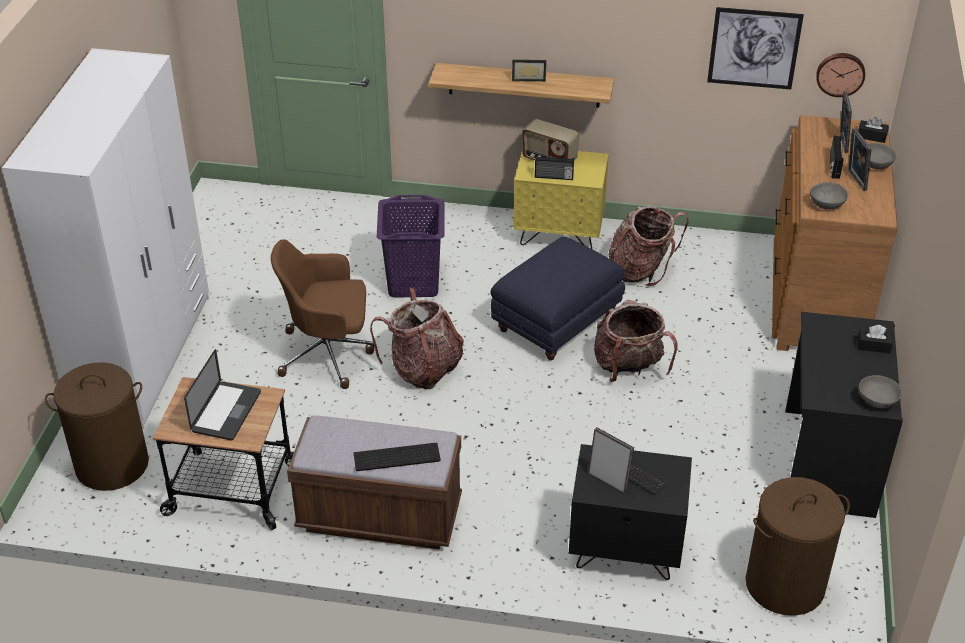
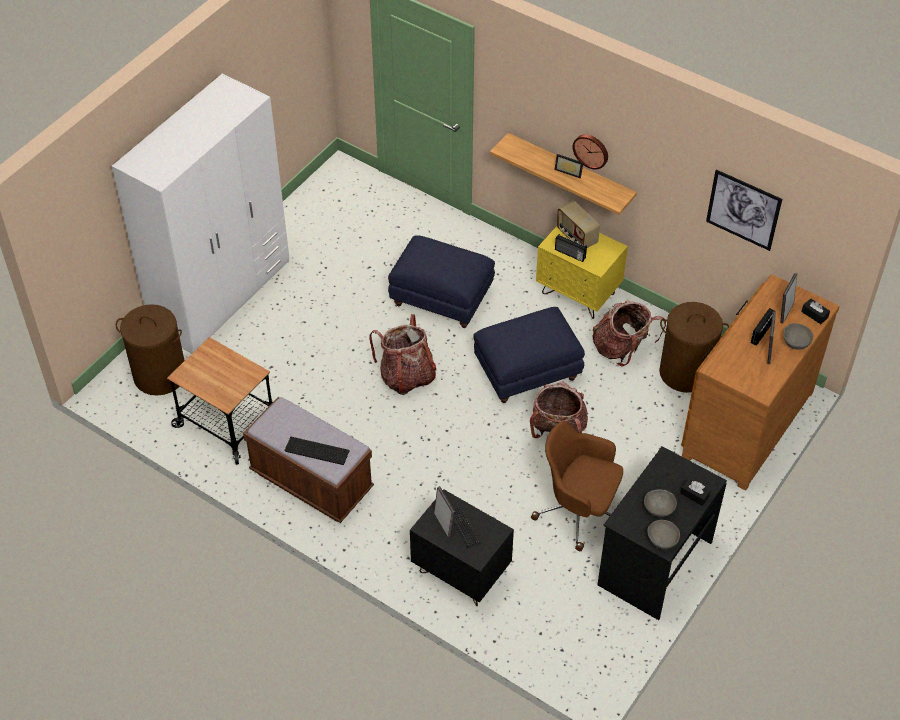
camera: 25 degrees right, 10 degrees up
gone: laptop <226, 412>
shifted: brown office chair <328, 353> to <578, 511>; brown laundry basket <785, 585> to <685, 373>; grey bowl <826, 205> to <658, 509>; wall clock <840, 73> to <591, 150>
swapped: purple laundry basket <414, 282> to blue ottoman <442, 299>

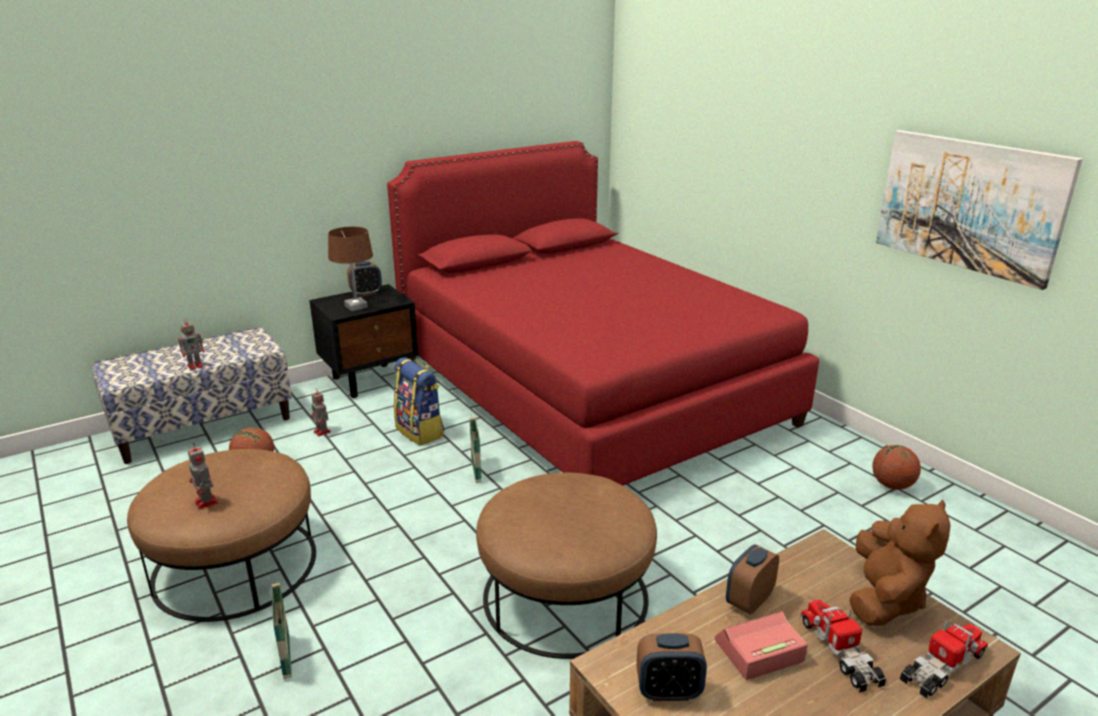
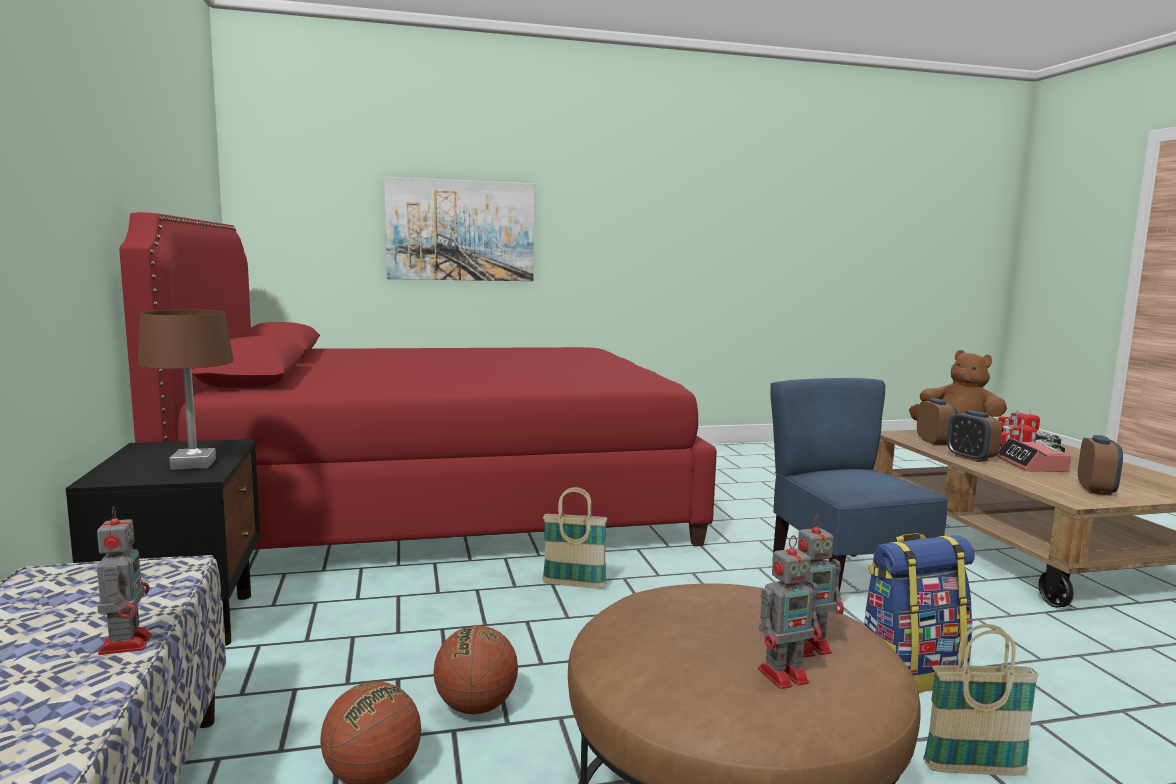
camera: 70 degrees left, 15 degrees down
shifted: toy robot <322, 432> to <785, 675>; alarm clock <366, 293> to <934, 442>; backpack <420, 432> to <910, 673>; basketball <892, 485> to <476, 707>; picture <969, 205> to <460, 230>
swapped: brown ottoman <566, 596> to blue chair <845, 580>

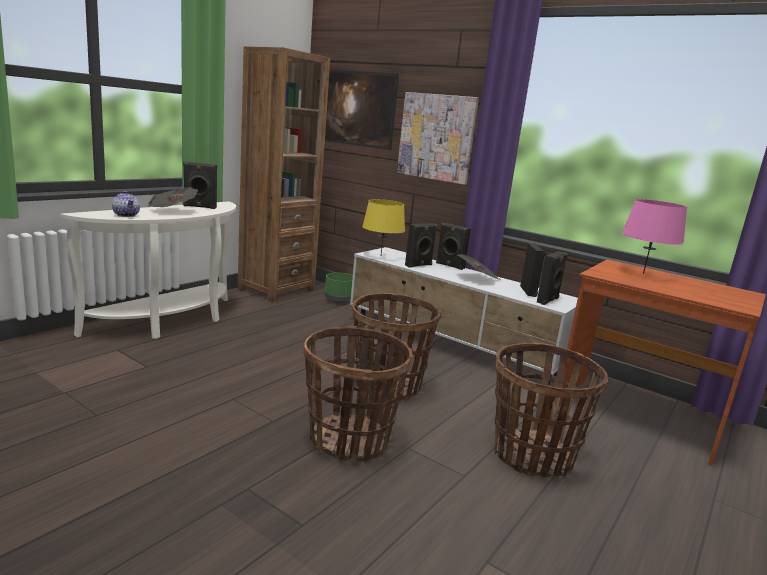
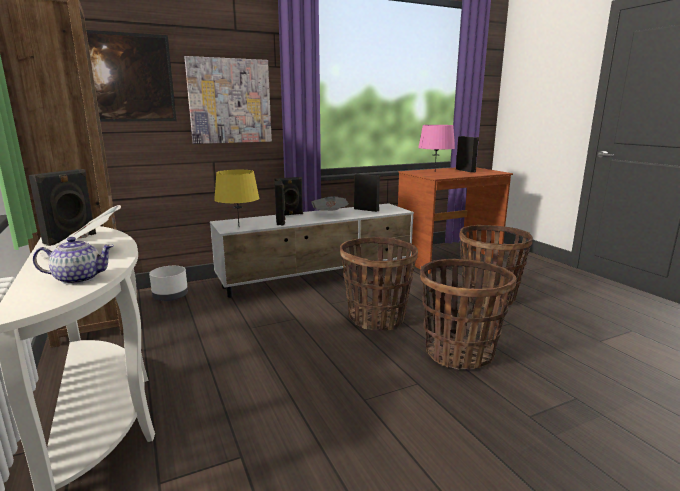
camera: 60 degrees left, 0 degrees up
shifted: black speaker <548, 301> to <466, 170>
repainted: green planter <339, 299> to white planter <170, 296>

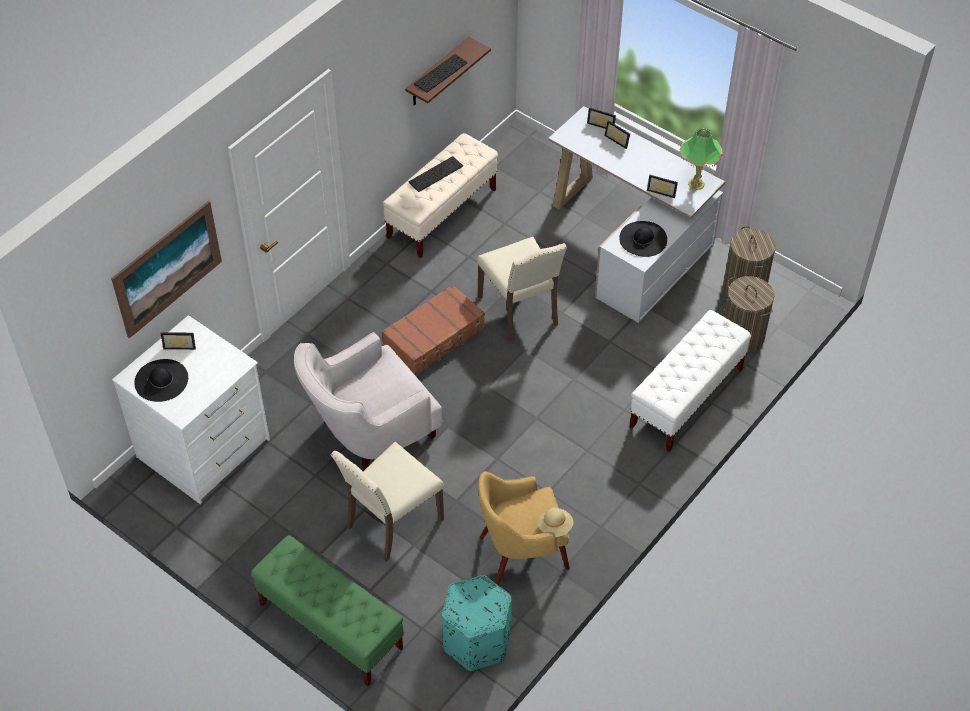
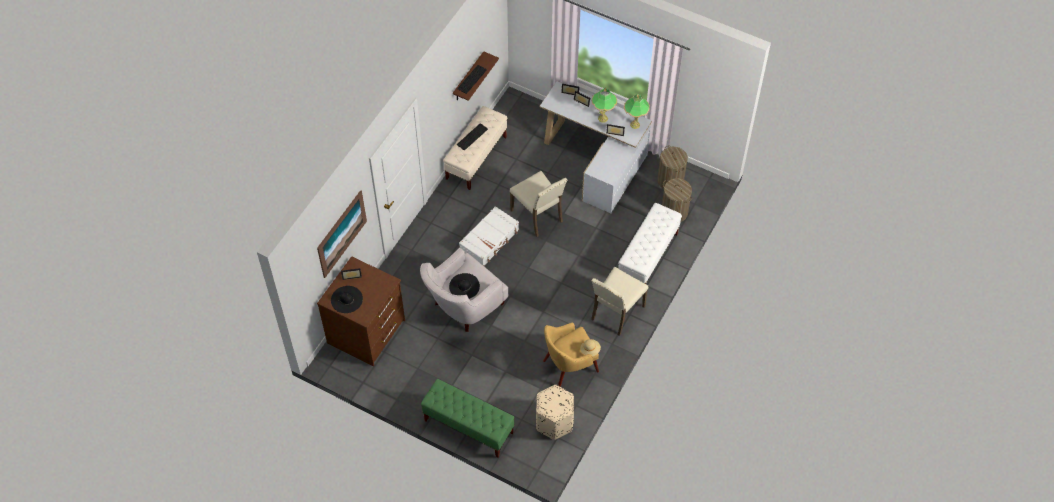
camera: 10 degrees left, 5 degrees up
new: table lamp <603, 118>
shifted: beige chair <391, 523> to <616, 313>; black hat <643, 239> to <464, 286>
repainted: white dresser <204, 449> to brown dresser <367, 332>; brown suitcase <434, 337> to white suitcase <490, 240>; turquoise ottoman <476, 641> to beige ottoman <554, 422>

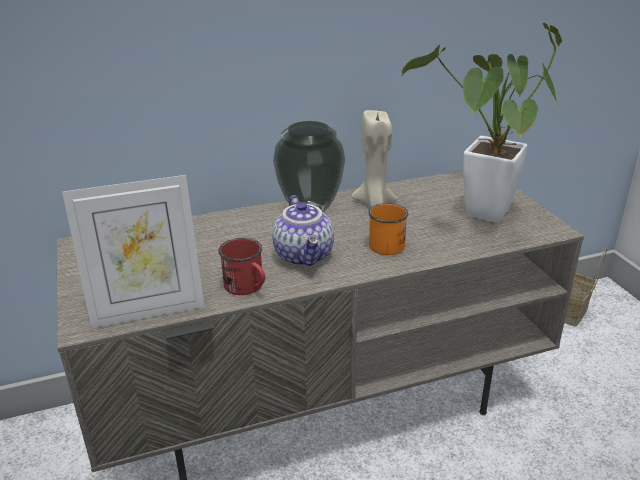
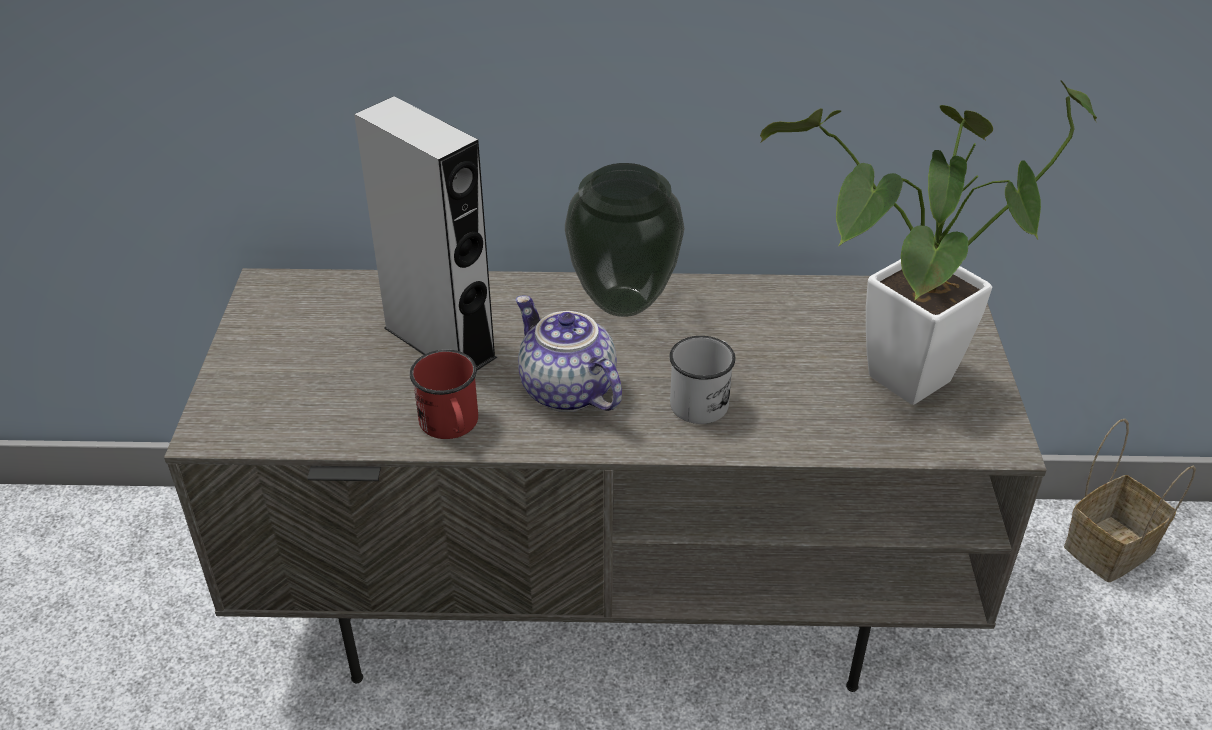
camera: 20 degrees right, 10 degrees up
gone: picture frame <148, 310>; beige candle <374, 203>
new: grey speaker <439, 342>
repainted: orange mug <387, 243> to white mug <704, 399>
rotated: teapot <305, 256> = <565, 391> 135 degrees clockwise

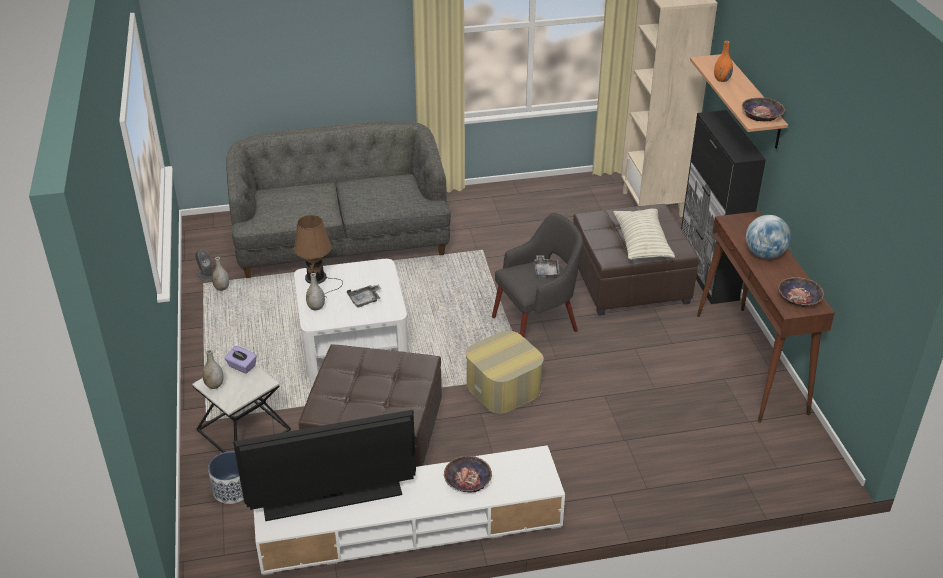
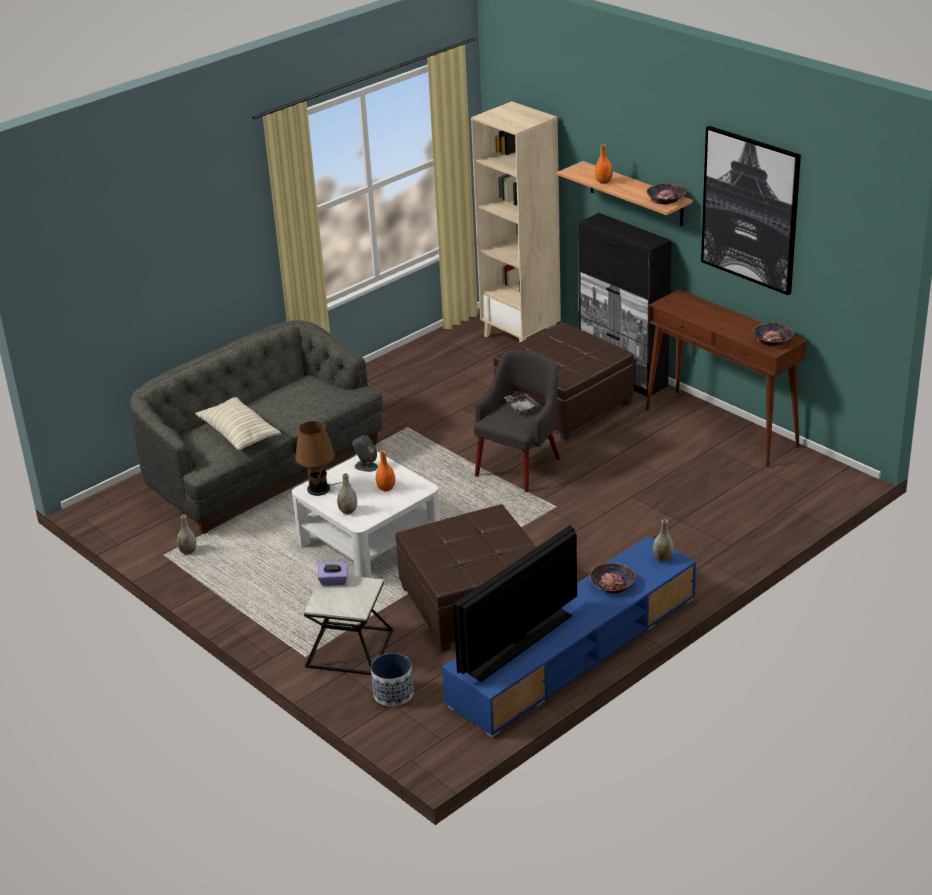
camera: 30 degrees left, 5 degrees down
gone: ottoman <504, 387>; globe <764, 254>
new: picture <750, 209>
shifted: grey speaker <206, 275> to <365, 466>; grey vase <214, 385> to <662, 558>; pillow <642, 243> to <239, 434>
swapped: grey tray <365, 300> to orange vase <386, 488>
repainted: white tv stand <409, 525> to blue tv stand <573, 650>

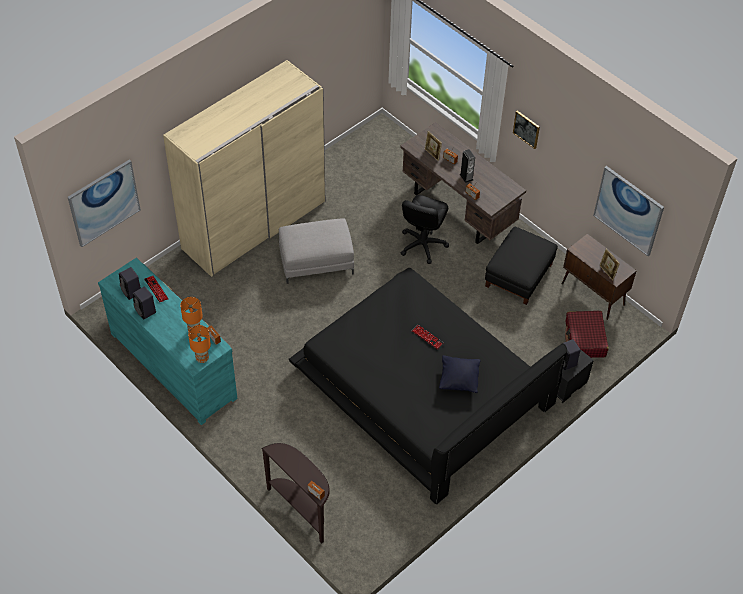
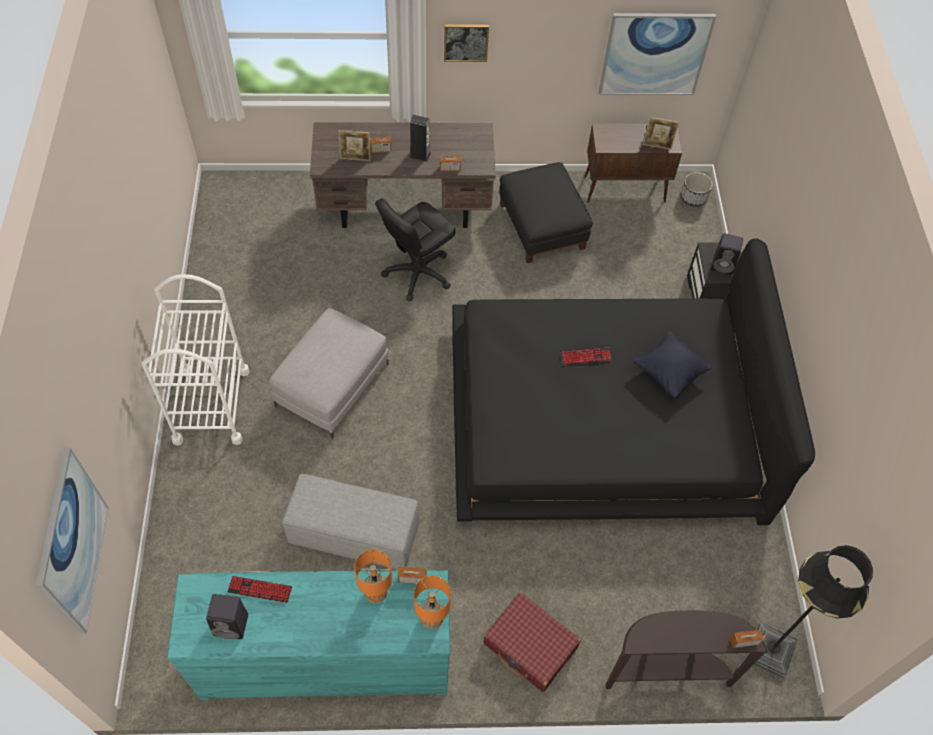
camera: 50 degrees left, 5 degrees up
gone: black speaker <146, 311>
new: grey ottoman <355, 534>; planter <693, 197>; black floor lamp <770, 651>
shifted: red suitcase <585, 339> to <530, 646>
swapped: beige wardrobe <254, 224> to white cart <211, 405>
rotated: black office chair <422, 245> = <417, 273> 75 degrees clockwise

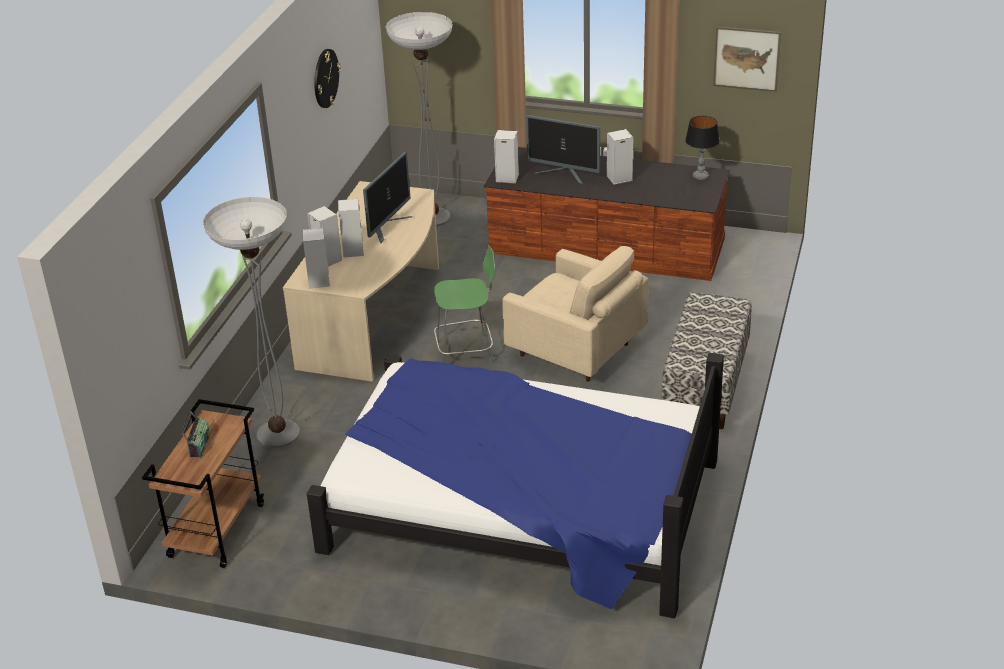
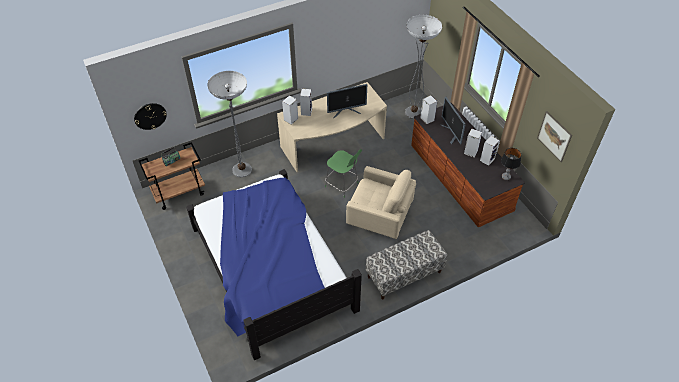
camera: 45 degrees right, 15 degrees up
shifted: wall clock <325, 78> to <150, 116>; speaker <352, 250> to <487, 159>
rotated: beige armchair <576, 351> = <380, 217> 60 degrees counterclockwise

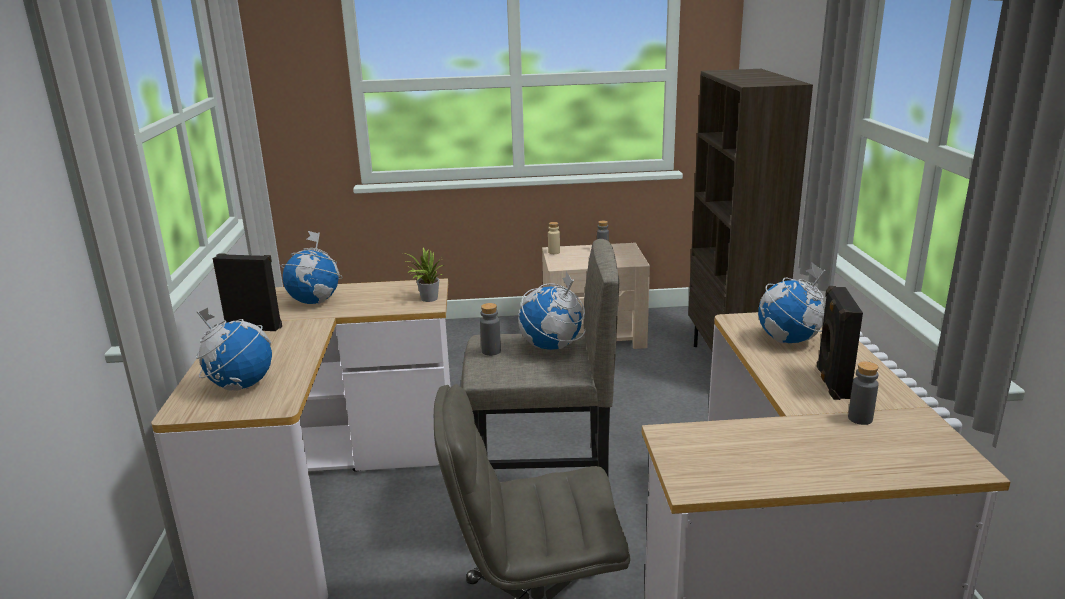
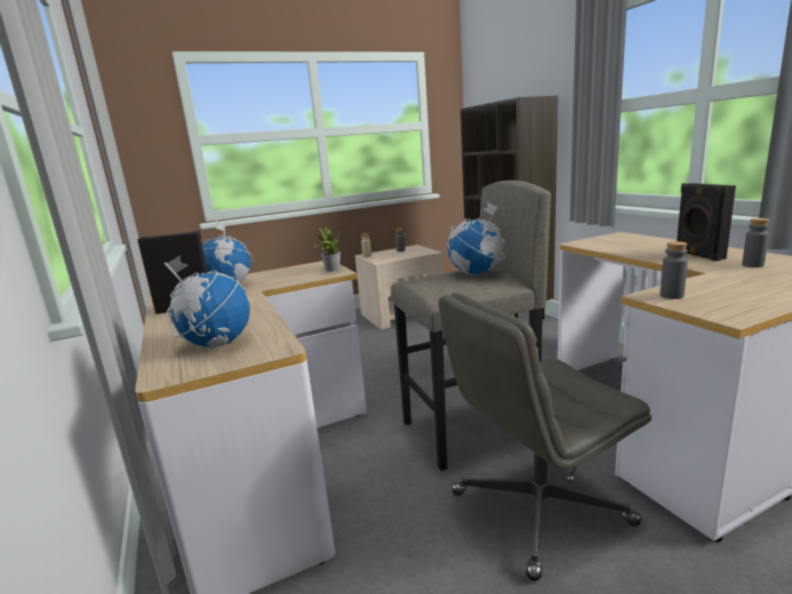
camera: 20 degrees left, 5 degrees down
gone: globe <789, 340>
shifted: grey bottle <491, 351> to <671, 296>

